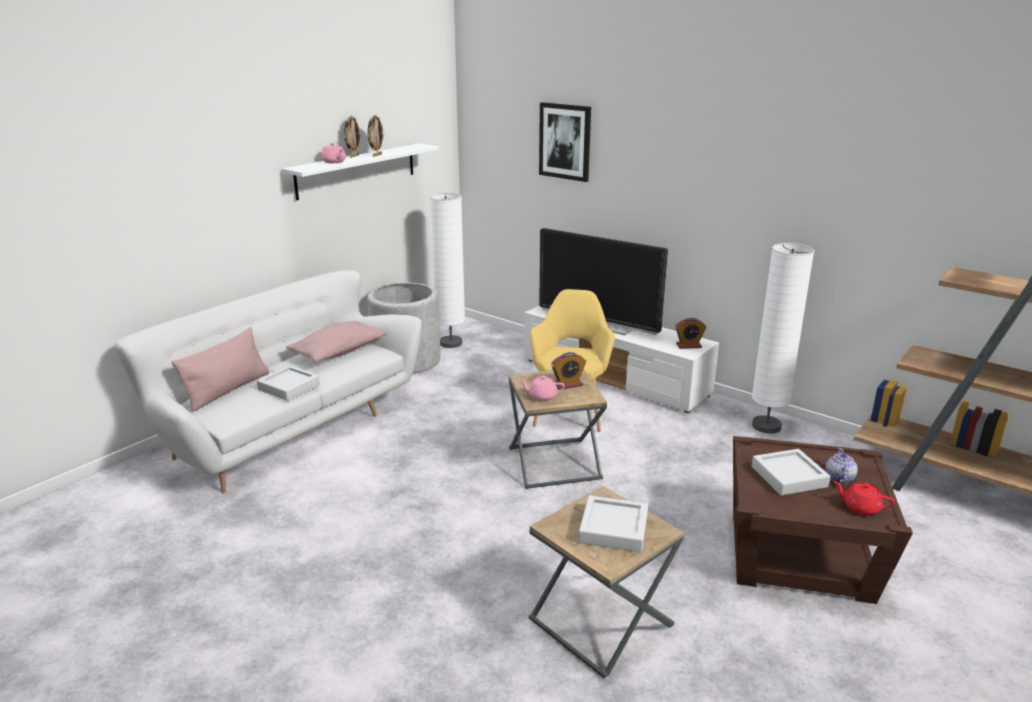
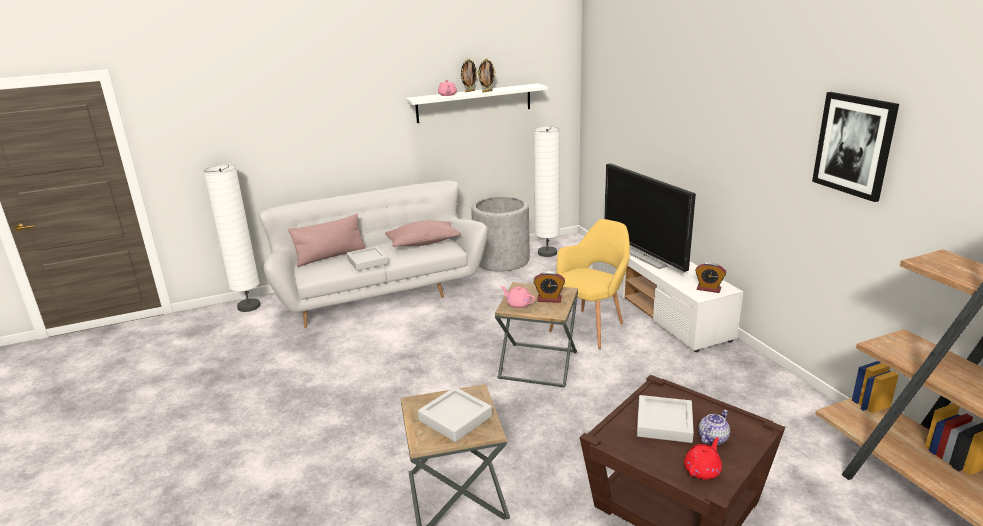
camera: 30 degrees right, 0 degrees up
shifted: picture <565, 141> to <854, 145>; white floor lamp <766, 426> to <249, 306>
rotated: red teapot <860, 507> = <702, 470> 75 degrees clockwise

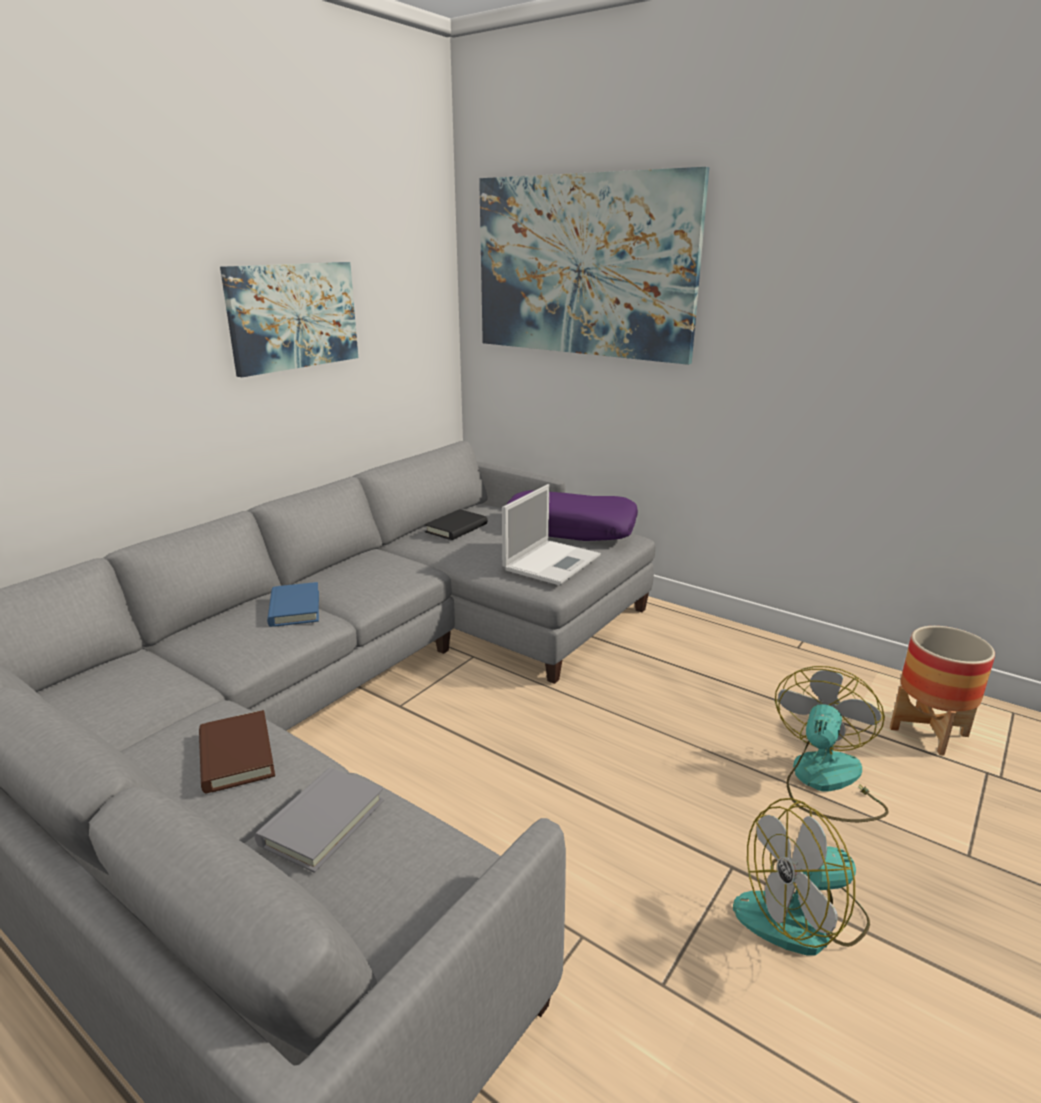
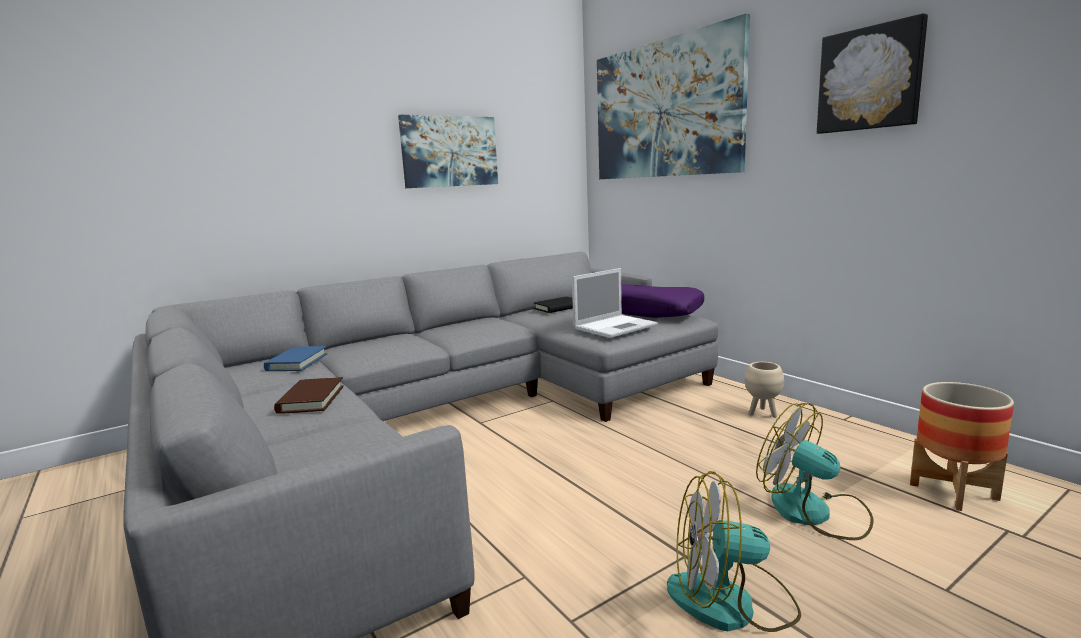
camera: 20 degrees right, 10 degrees down
gone: grey book <322, 822>
new: beige planter <762, 413>; picture <870, 79>
shifted: blue book <294, 608> to <297, 362>
rotated: fan <824, 782> = <814, 512> 90 degrees counterclockwise

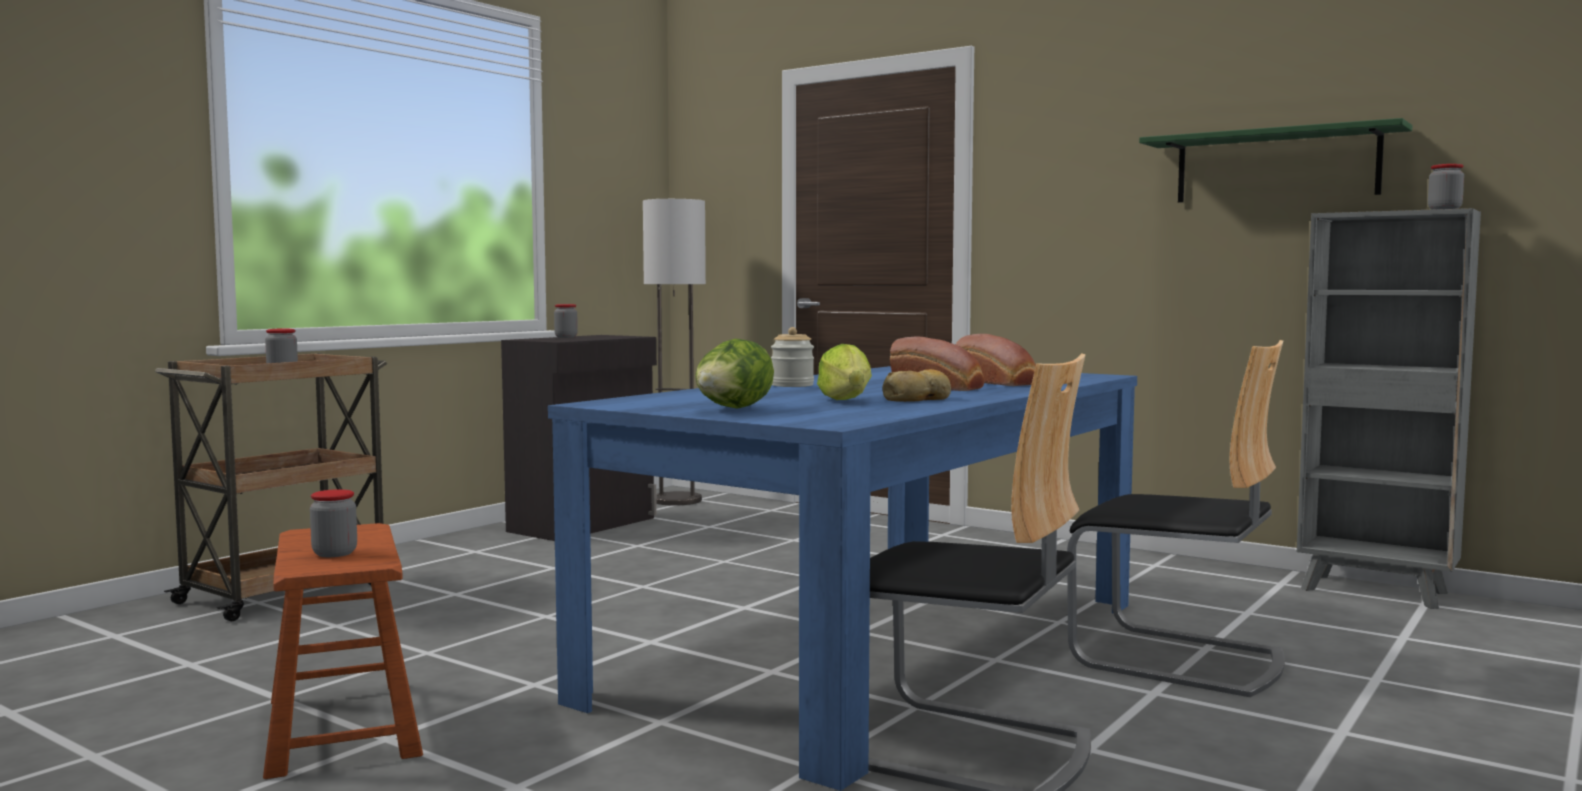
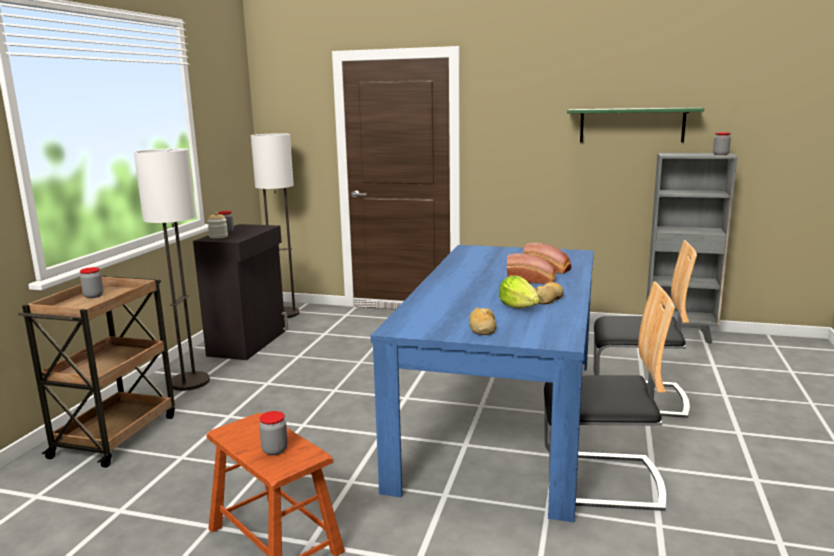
camera: 20 degrees left, 10 degrees up
new: floor lamp <189, 382>
shifted: jar <792, 385> to <218, 236>
swapped: lettuce <732, 409> to bread <482, 328>

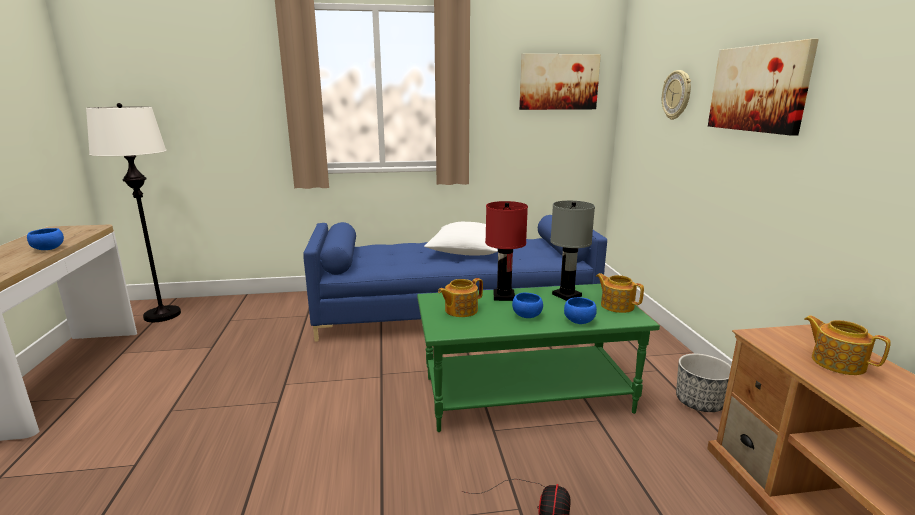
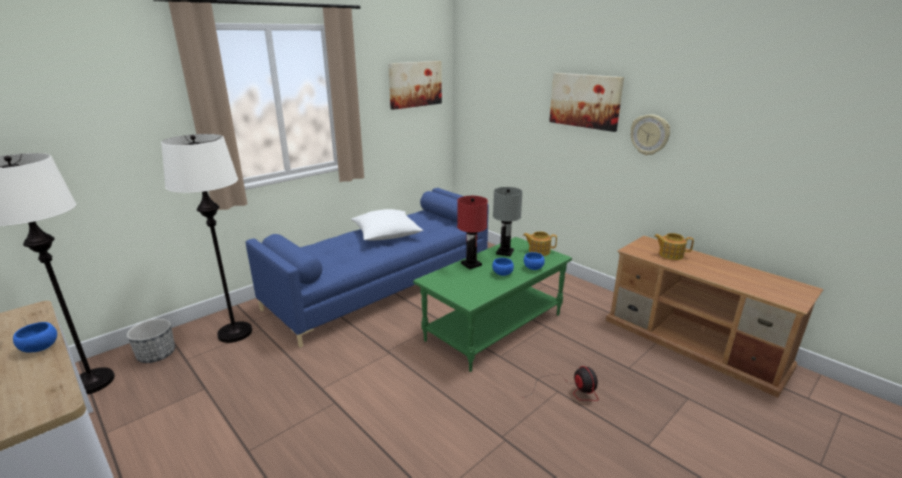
camera: 35 degrees left, 5 degrees up
gone: teapot <460, 310>
new: white floor lamp <235, 333>
shifted: wall clock <677, 95> to <650, 135>; planter <699, 402> to <157, 355>

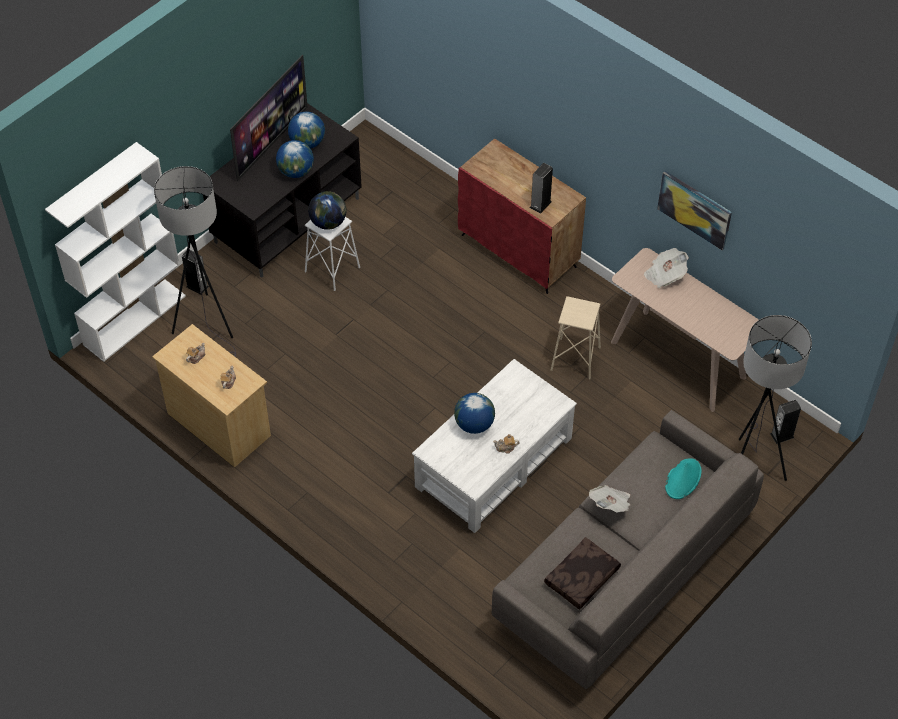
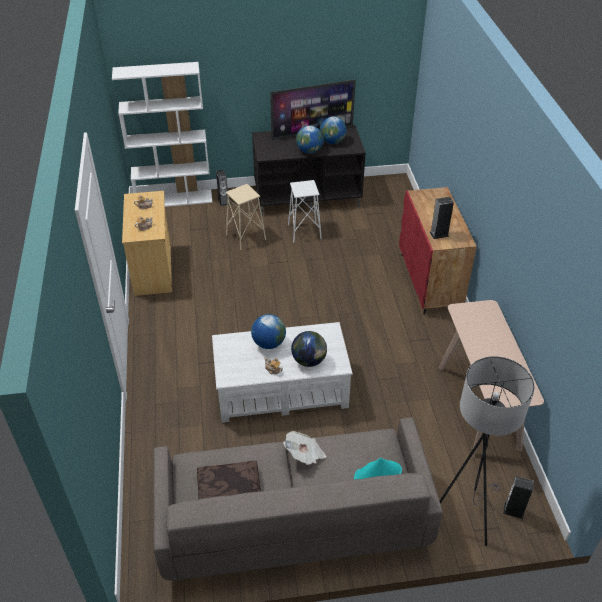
camera: 40 degrees right, 10 degrees down
gone: grey floor lamp <208, 323>; newspaper <665, 275>; picture <695, 209>
shifted: globe <328, 222> to <309, 360>; beige stool <575, 359> to <246, 237>

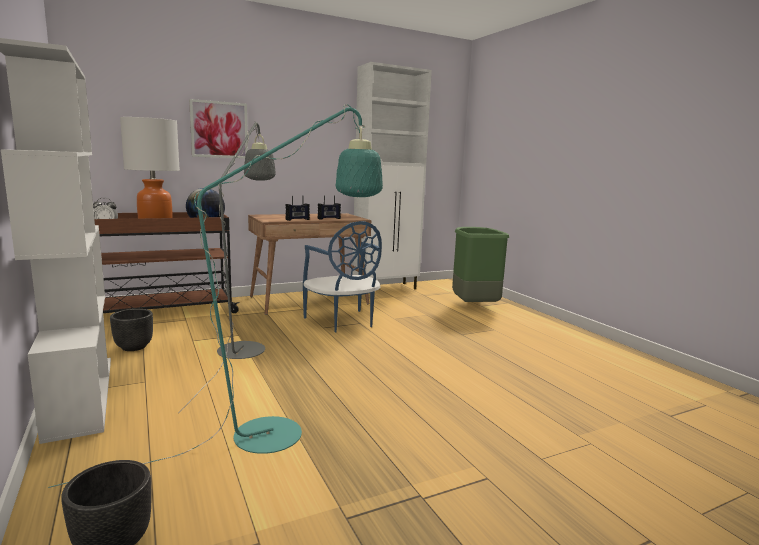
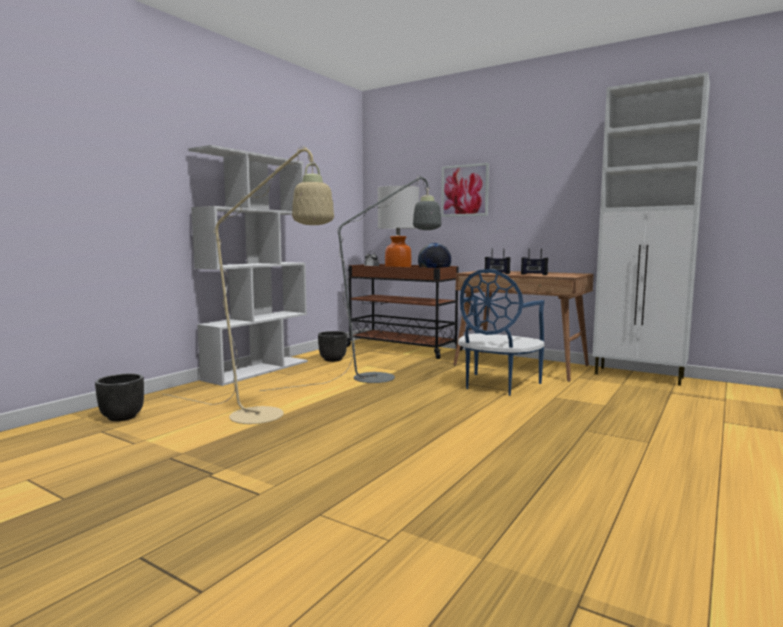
camera: 60 degrees right, 5 degrees down
gone: green trash can <473, 306>
repainted: turquoise floor lamp <285, 429> to beige floor lamp <268, 417>

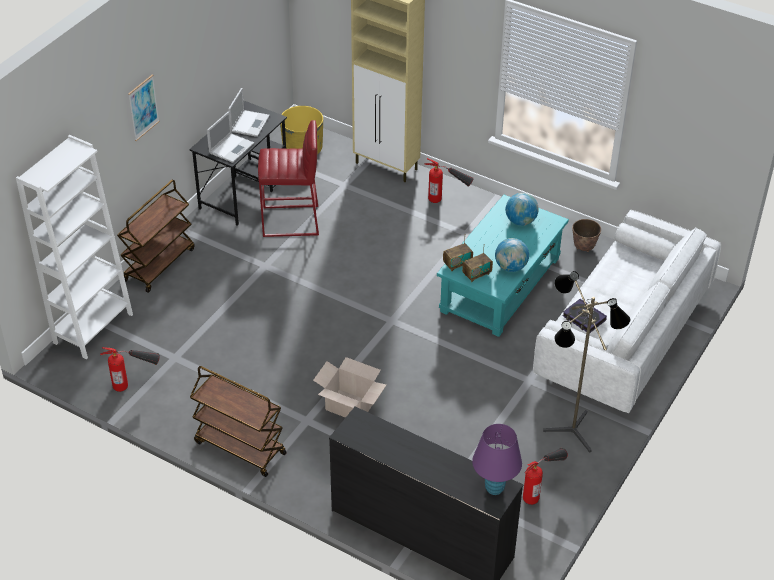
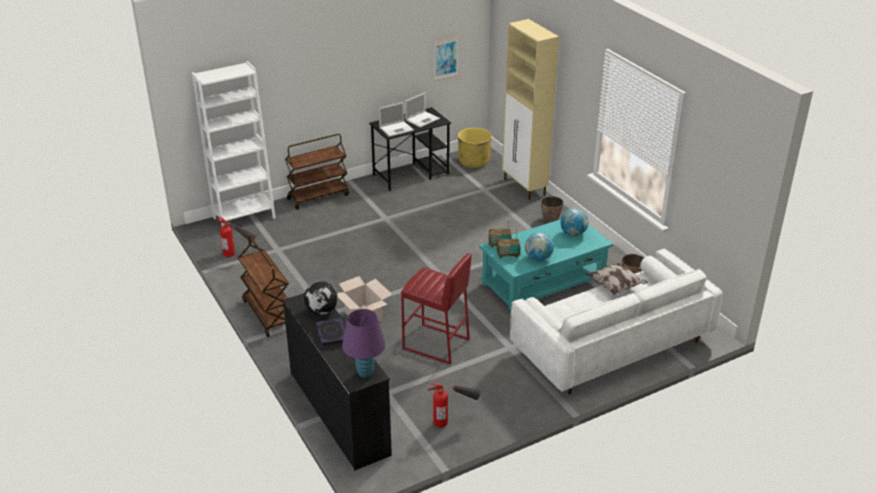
camera: 30 degrees right, 10 degrees down
gone: floor lamp <568, 434>
new: globe <322, 311>; pillow <616, 286>
shifted: picture <143, 107> to <445, 59>; red stool <291, 221> to <436, 344>; book <584, 318> to <331, 335>
swapped: fire extinguisher <447, 200> to planter <550, 219>

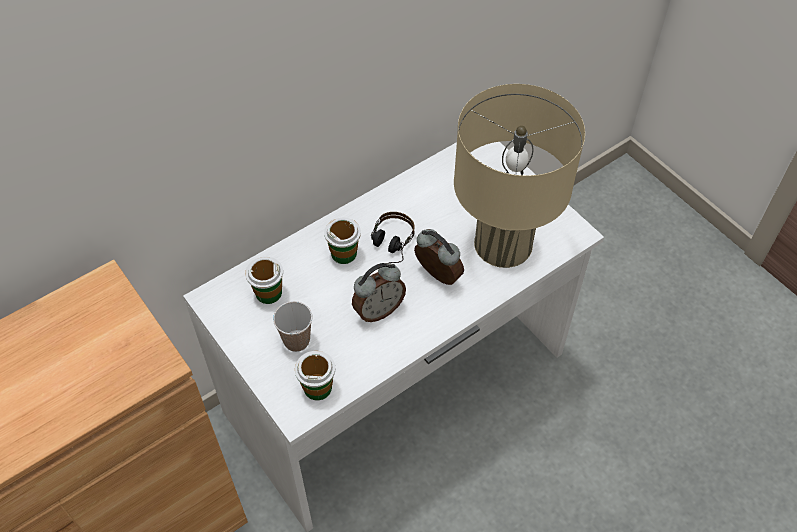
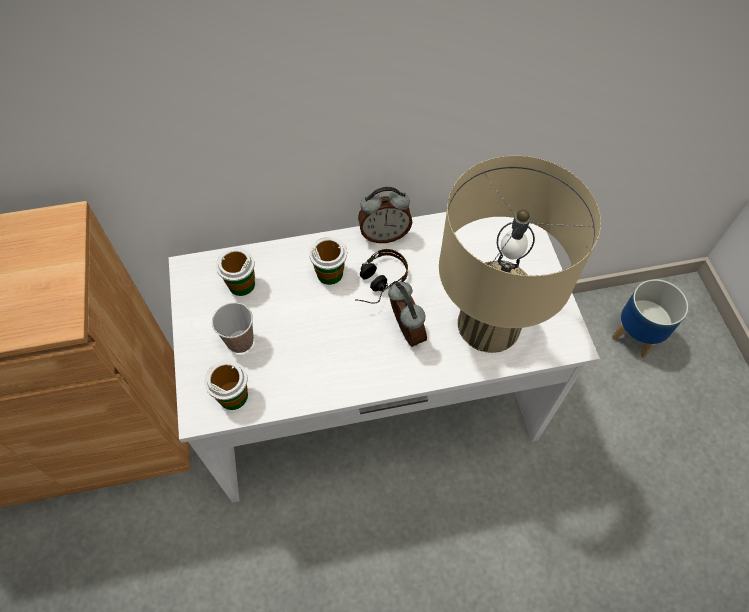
camera: 25 degrees right, 5 degrees up
new: planter <636, 336>
shifted: alarm clock <378, 310> to <384, 235>

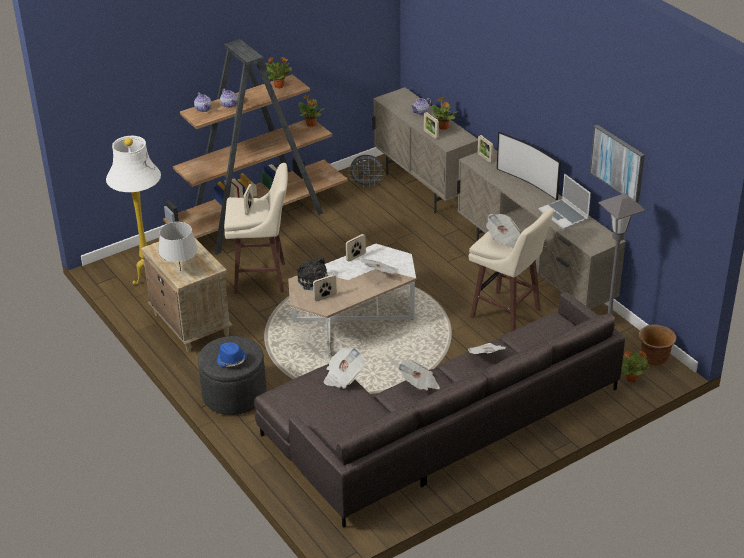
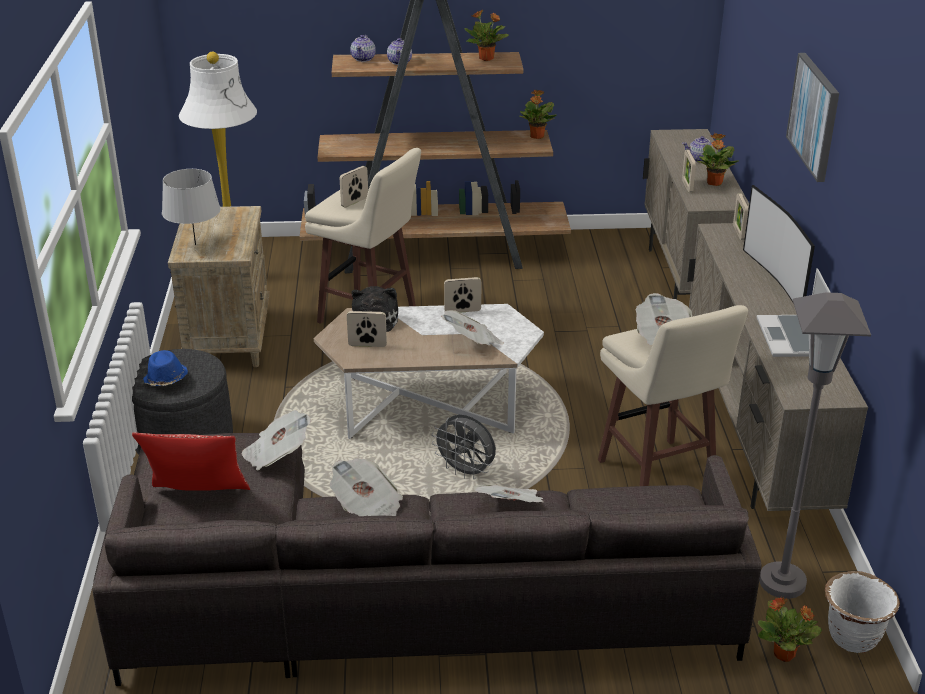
camera: 30 degrees right, 5 degrees down
new: pillow <198, 497>
shifted: grey fan <366, 184> to <466, 472>; picture <618, 163> to <814, 116>
repainted: brown planter <654, 359> to white planter <852, 638>

